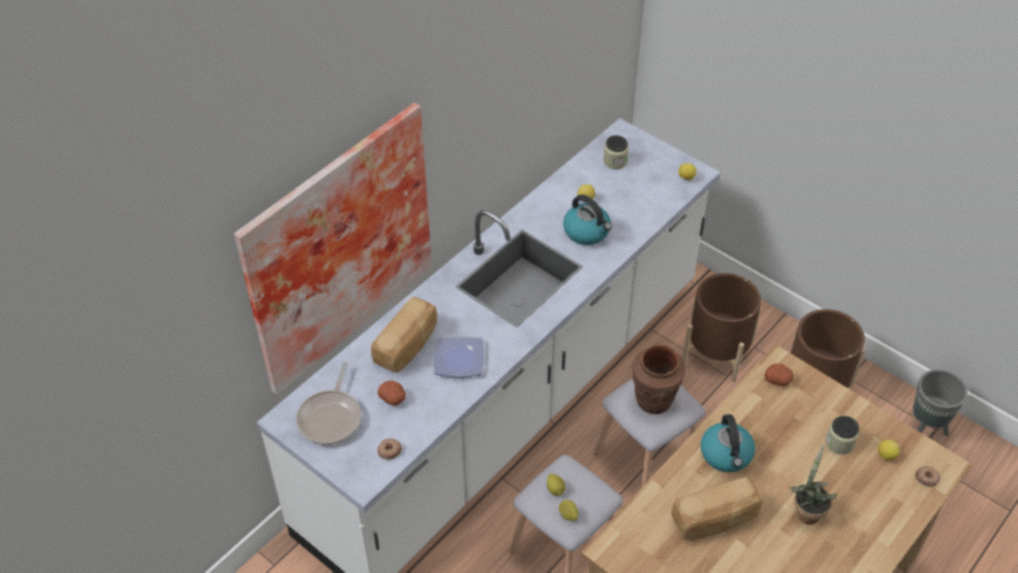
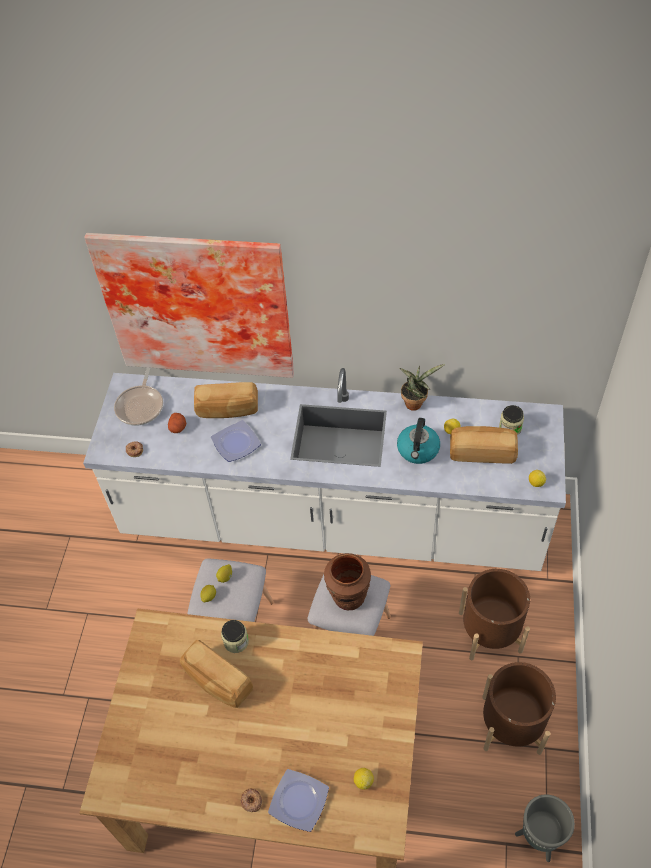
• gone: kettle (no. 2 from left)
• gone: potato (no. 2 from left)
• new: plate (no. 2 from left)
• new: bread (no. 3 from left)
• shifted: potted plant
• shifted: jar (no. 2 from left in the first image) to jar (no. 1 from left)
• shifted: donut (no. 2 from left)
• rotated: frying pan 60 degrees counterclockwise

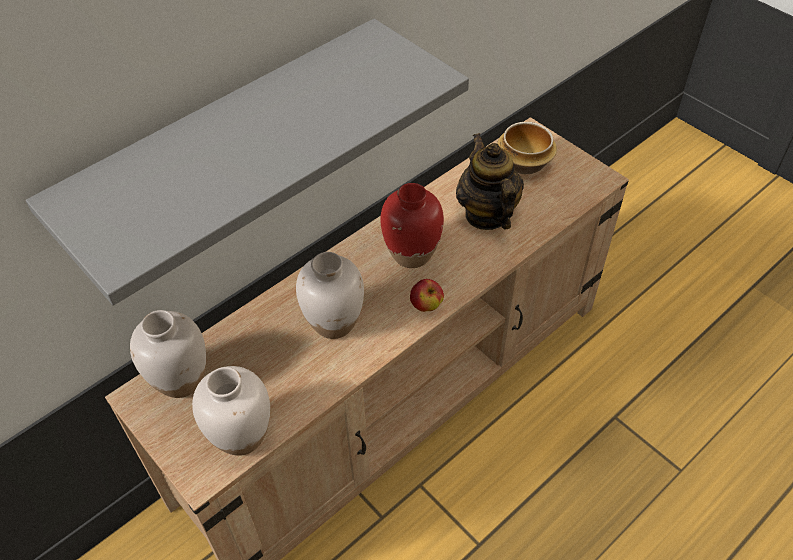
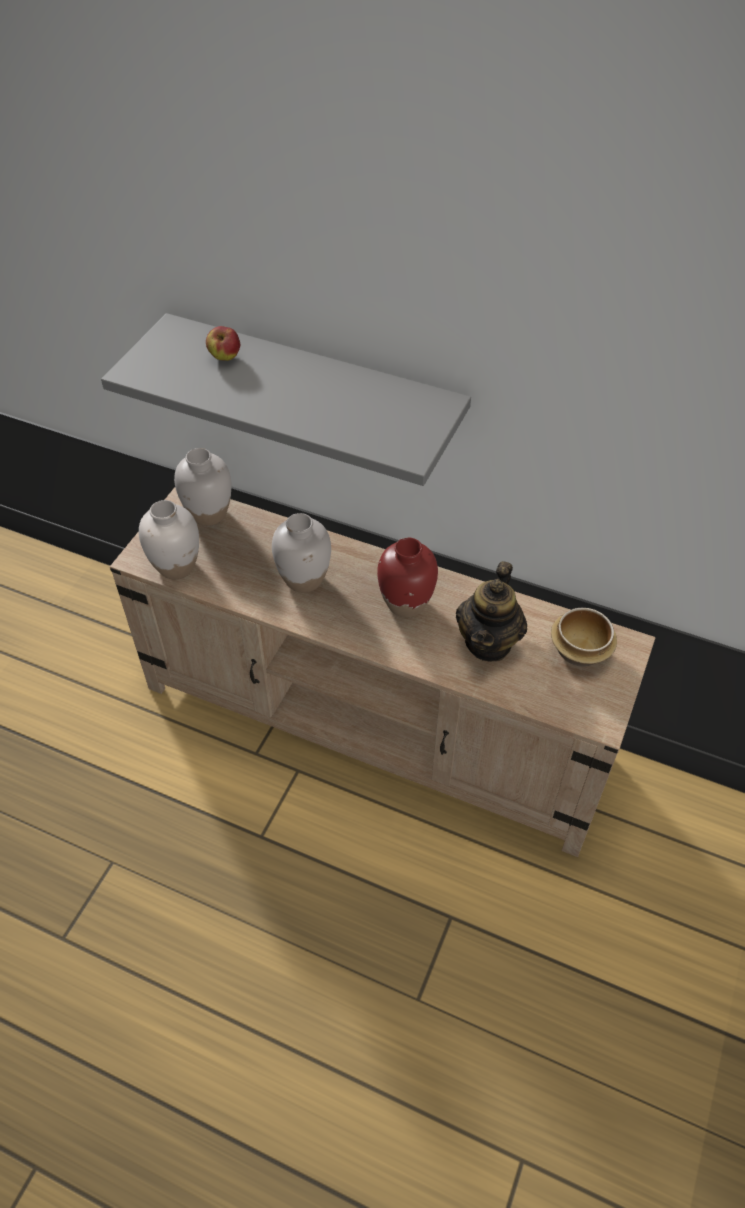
• shifted: apple
• rotated: teapot 150 degrees clockwise

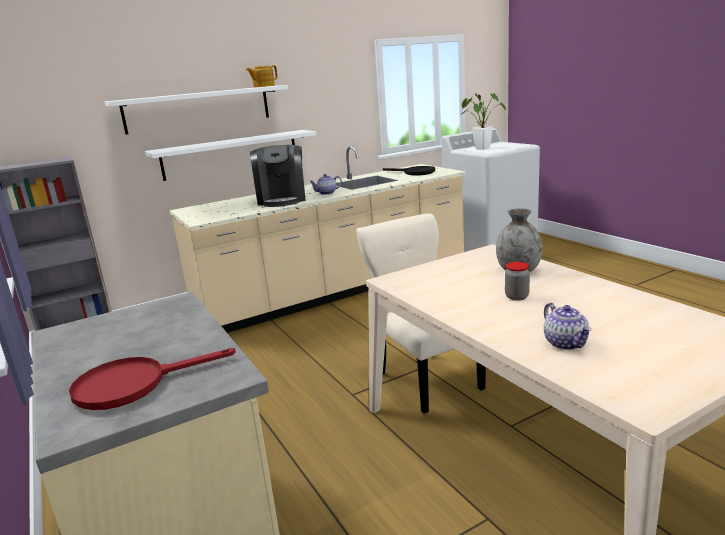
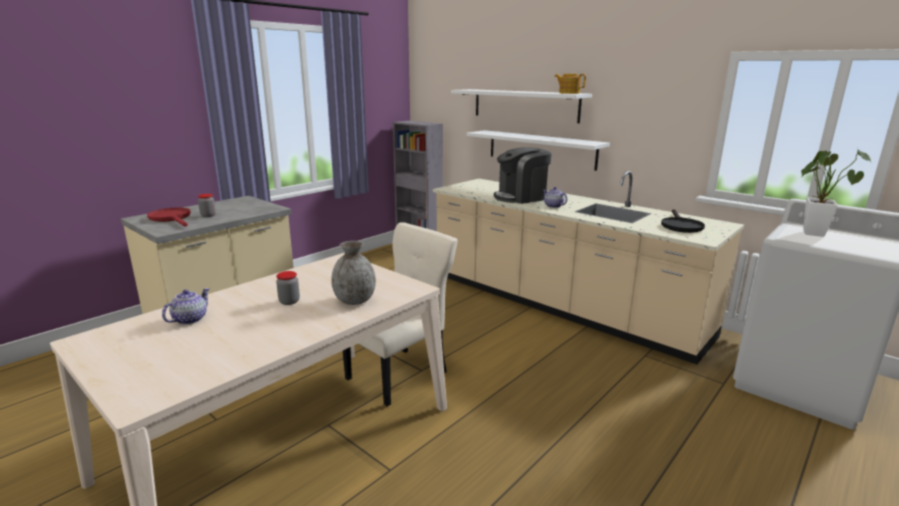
• new: jar (no. 1 from left)
• rotated: teapot (no. 3 from left in the first image) 150 degrees clockwise

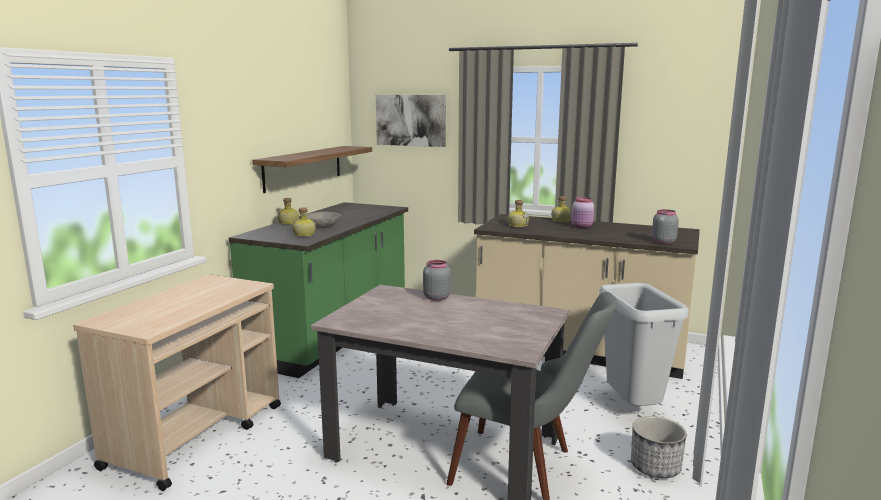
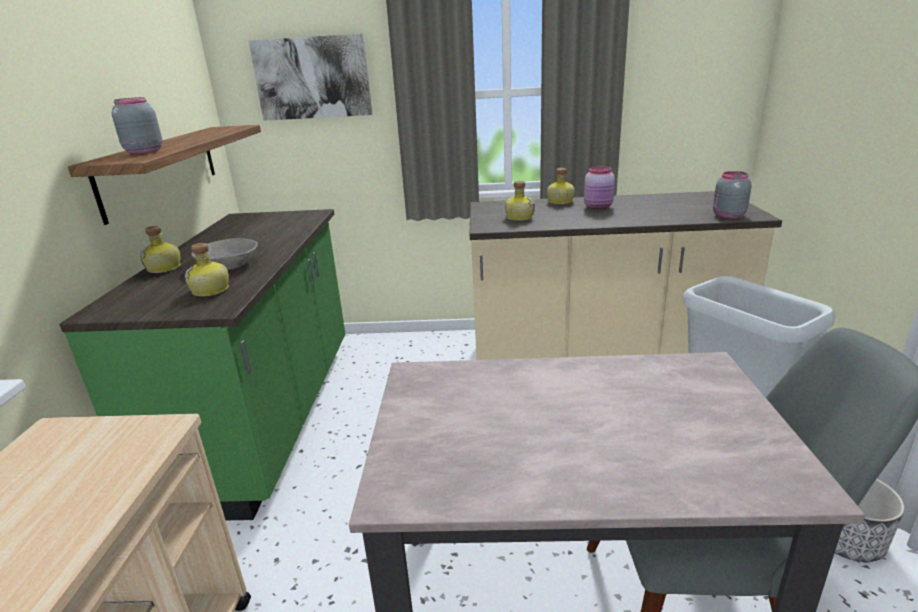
• shifted: jar/grey (no. 1 from left)

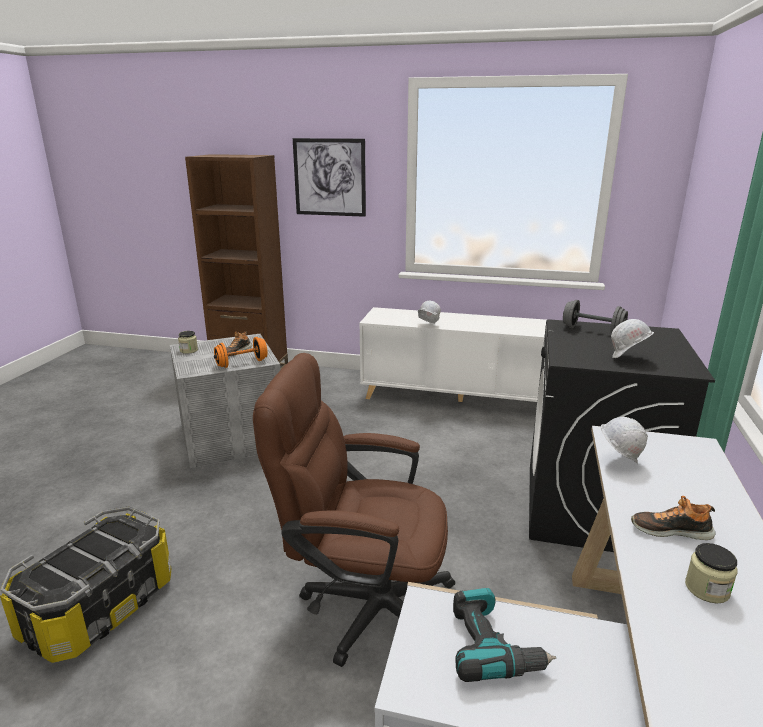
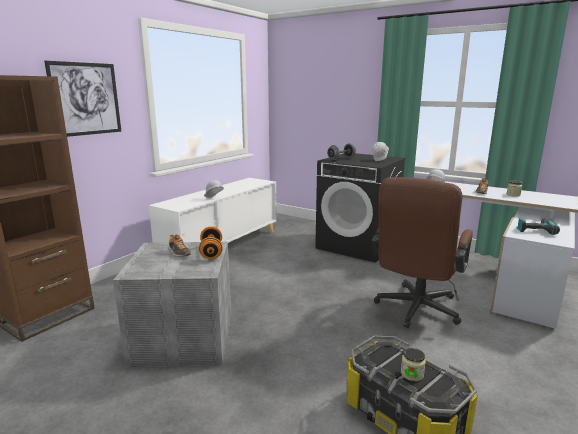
• shifted: jar (no. 1 from left)

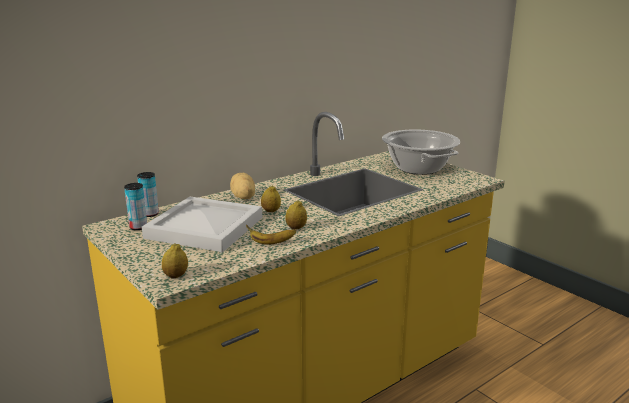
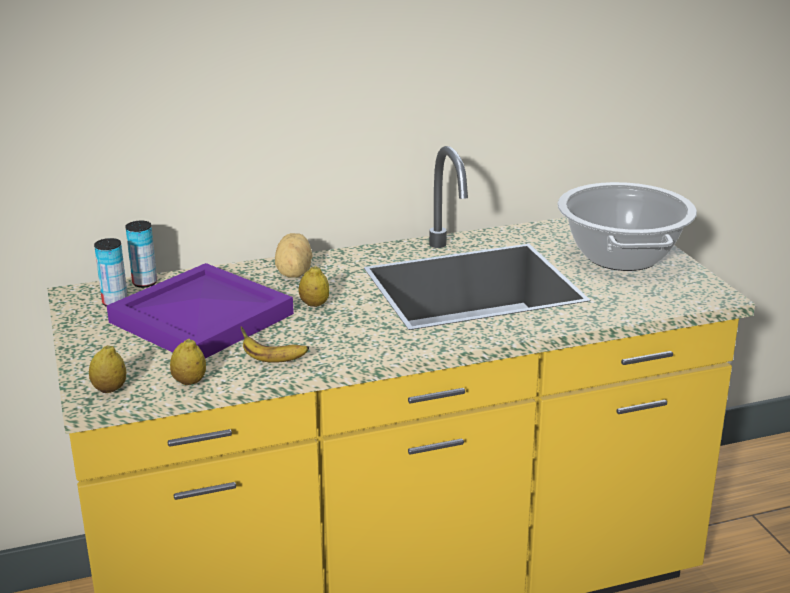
• shifted: lemon (no. 3 from left in the first image) to lemon (no. 2 from left)
• repainted: tray/white to tray/purple

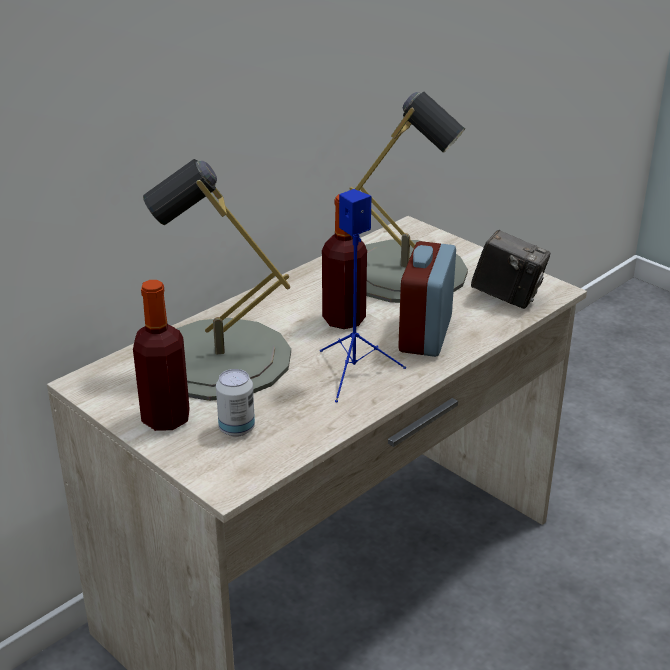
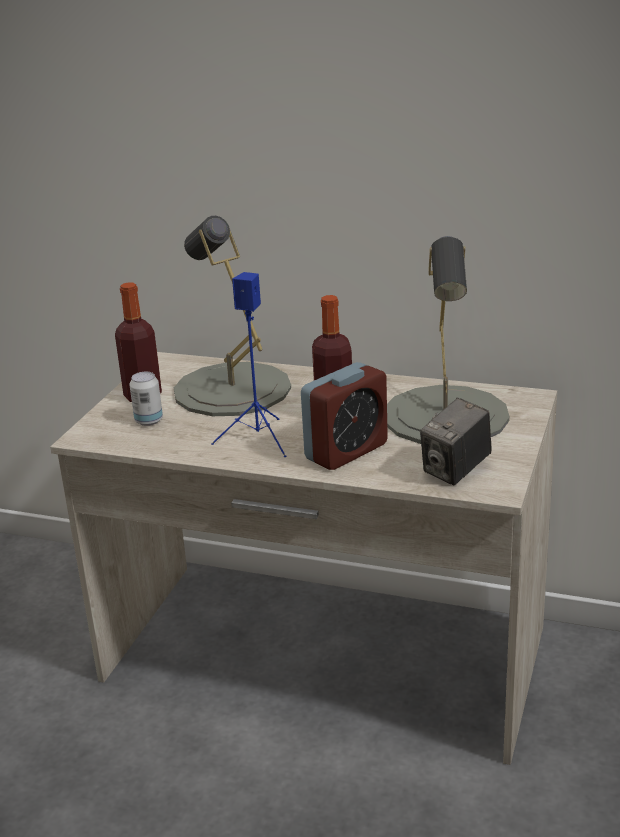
• rotated: alarm clock 150 degrees clockwise
• rotated: photo camera 45 degrees clockwise

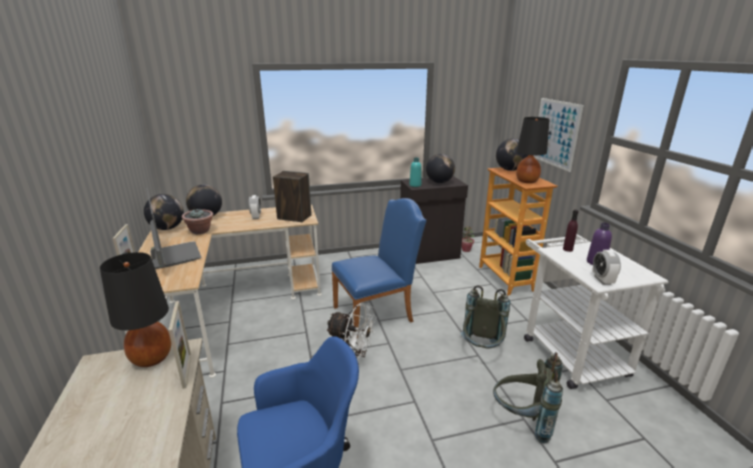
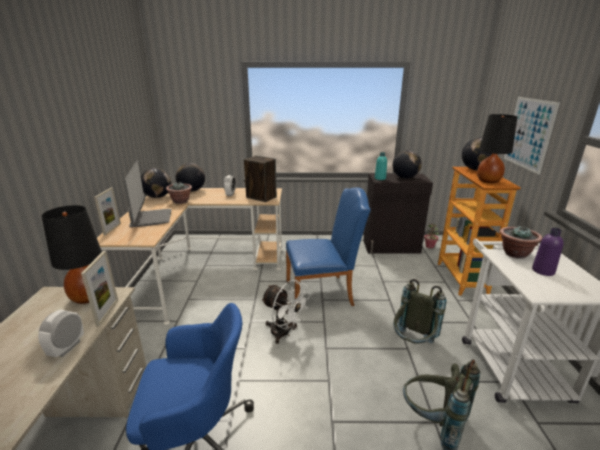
• shifted: alarm clock (no. 2 from left in the first image) to alarm clock (no. 1 from left)
• swapped: bottle/purple (no. 1 from left) to potted plant (no. 3 from left)

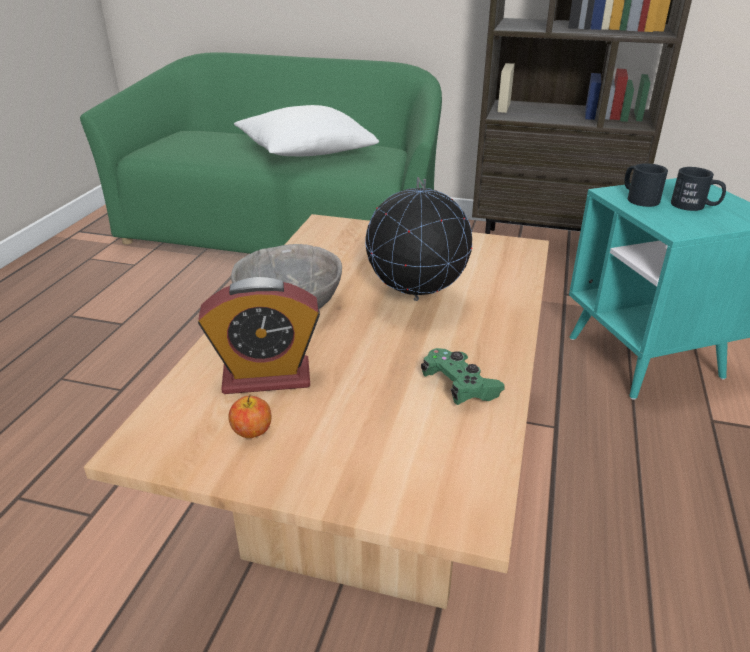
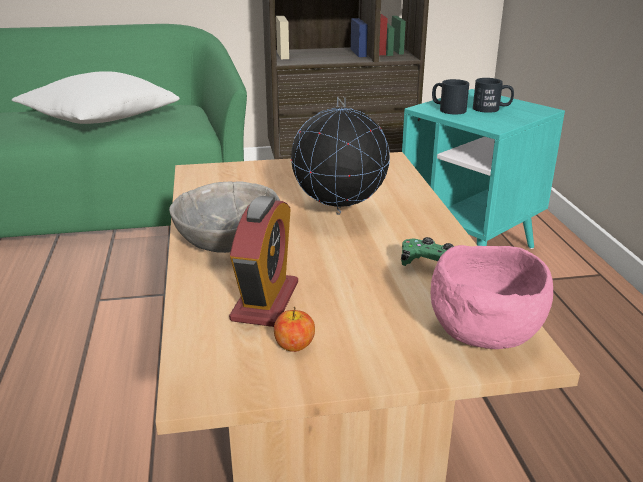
• new: bowl/pink
• rotated: alarm clock 45 degrees counterclockwise

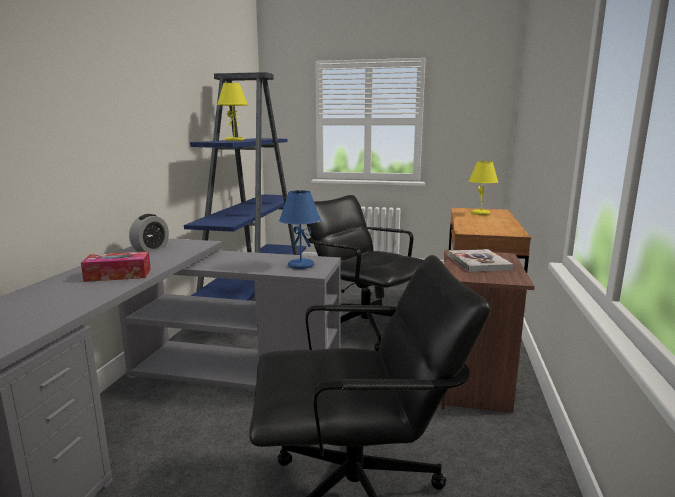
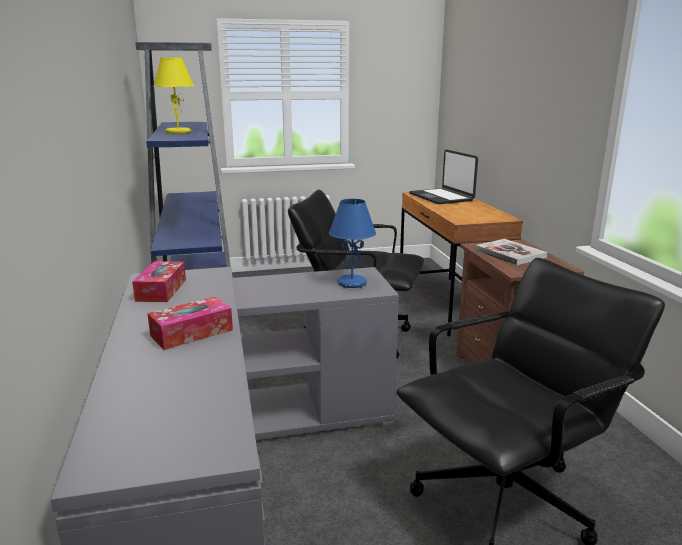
• swapped: alarm clock to tissue box (no. 1 from left)
• swapped: table lamp/yellow (no. 2 from left) to laptop

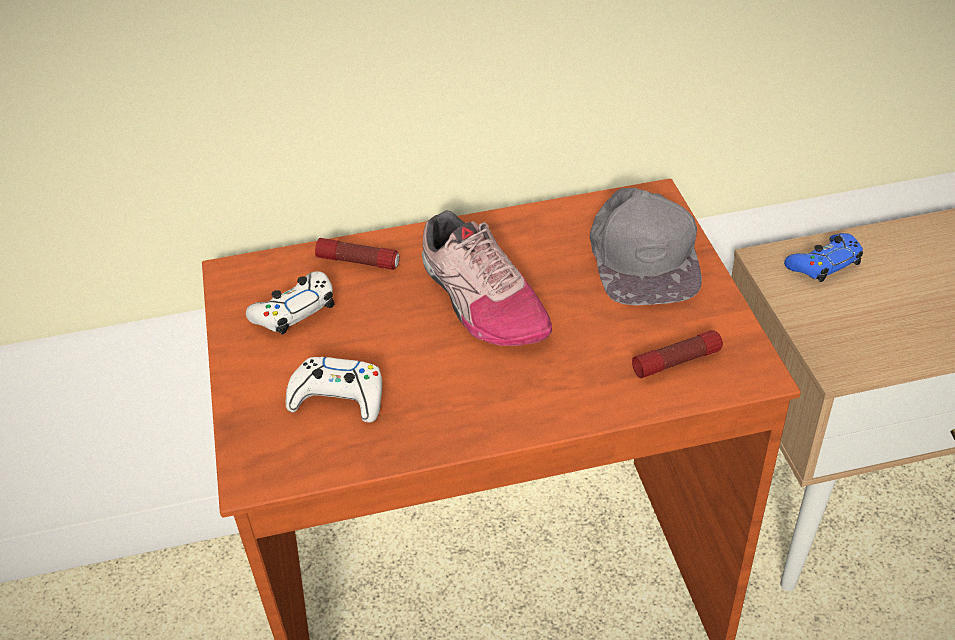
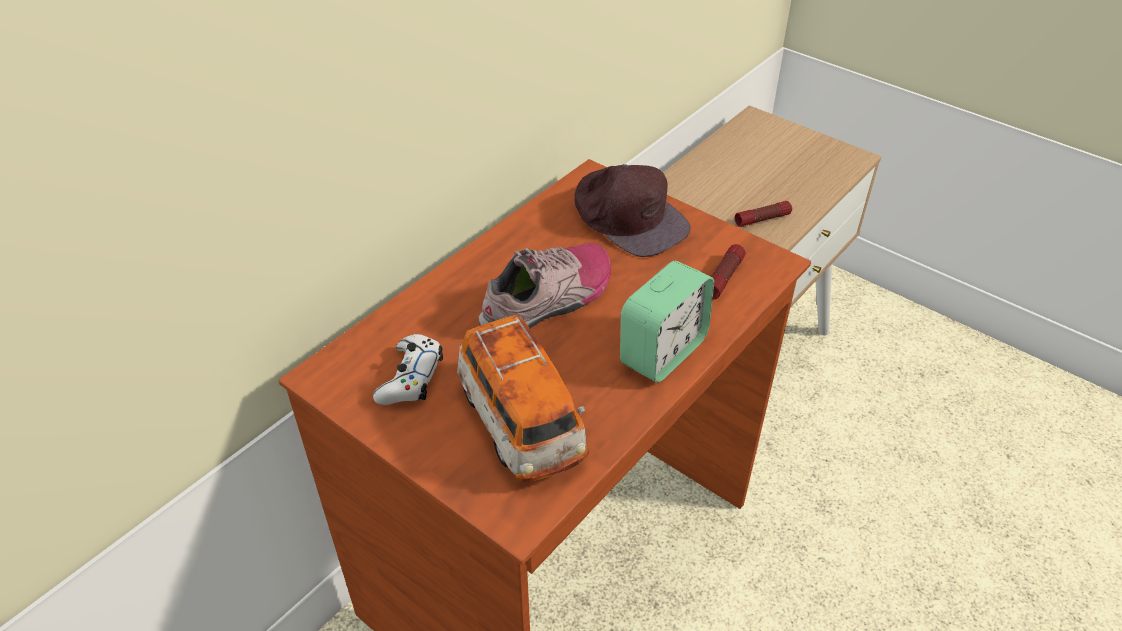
• gone: game controller/blue
• new: alarm clock
• shifted: flashlight (no. 1 from left in the first image) to flashlight (no. 2 from left)
• swapped: game controller/white (no. 2 from left) to toy car
• repainted: cap/grey to cap/brown
• rotated: shoe 60 degrees counterclockwise

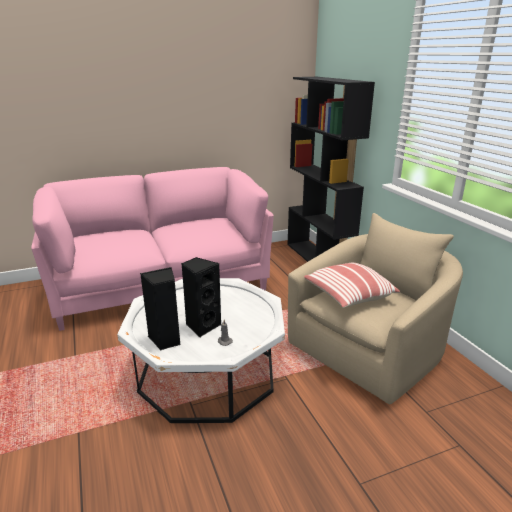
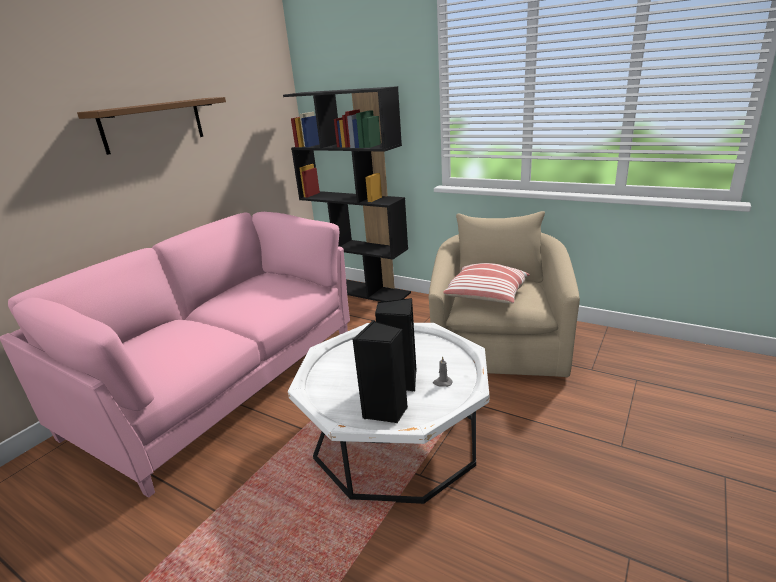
• new: shelf/brown

